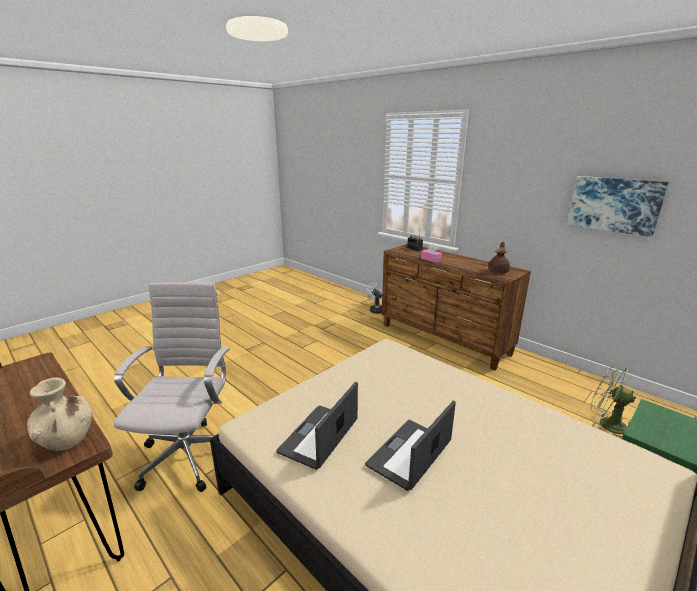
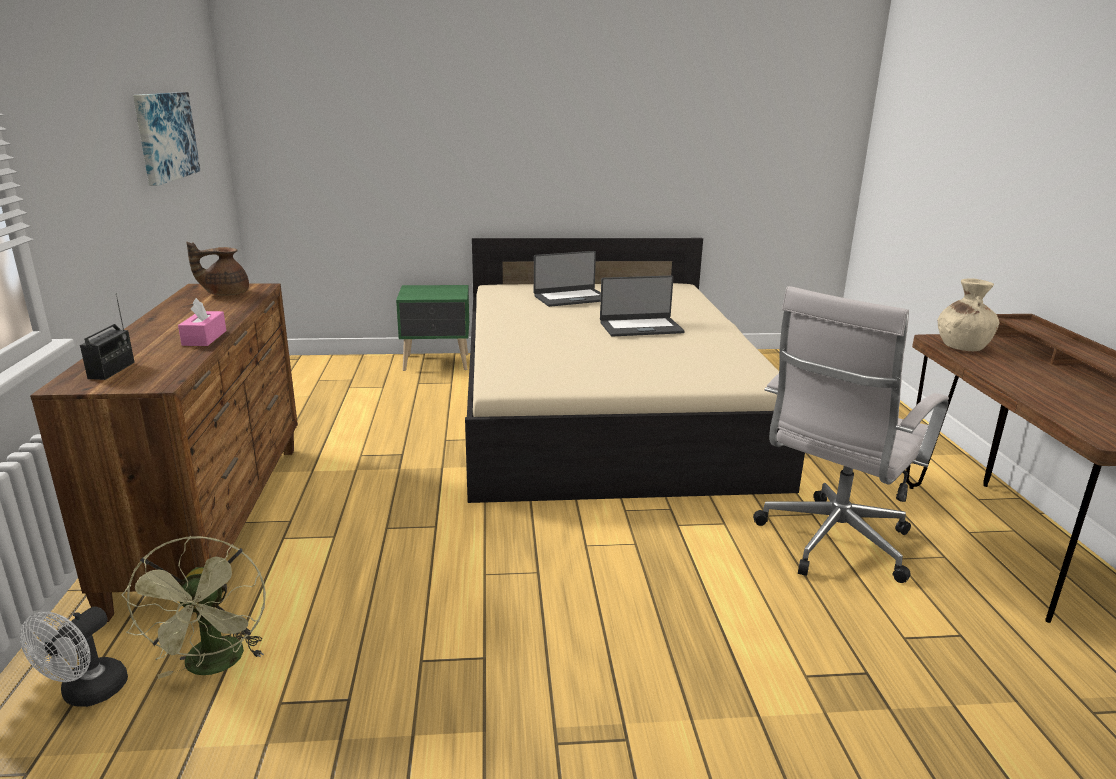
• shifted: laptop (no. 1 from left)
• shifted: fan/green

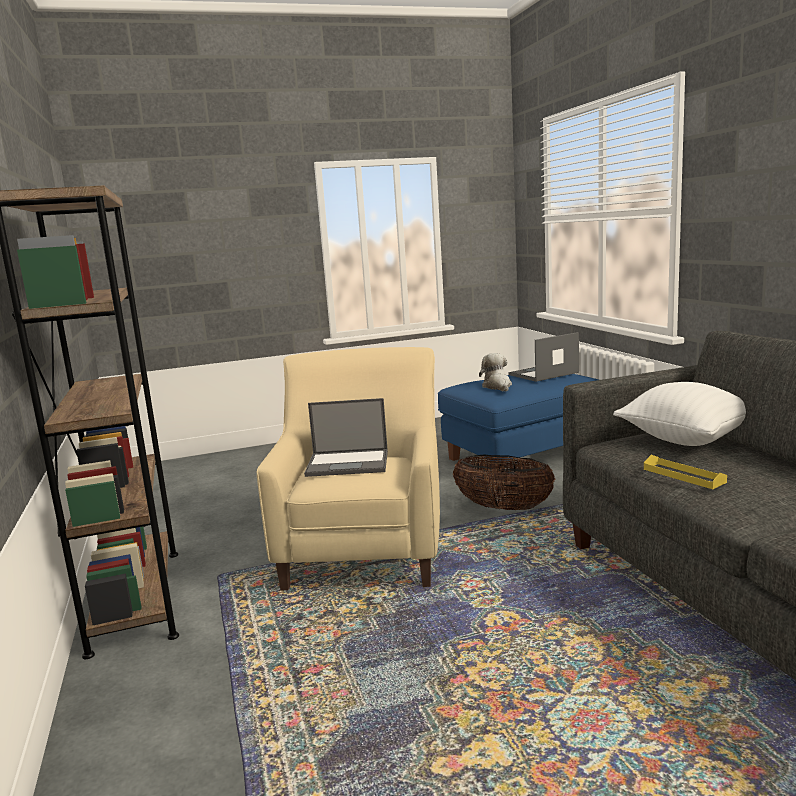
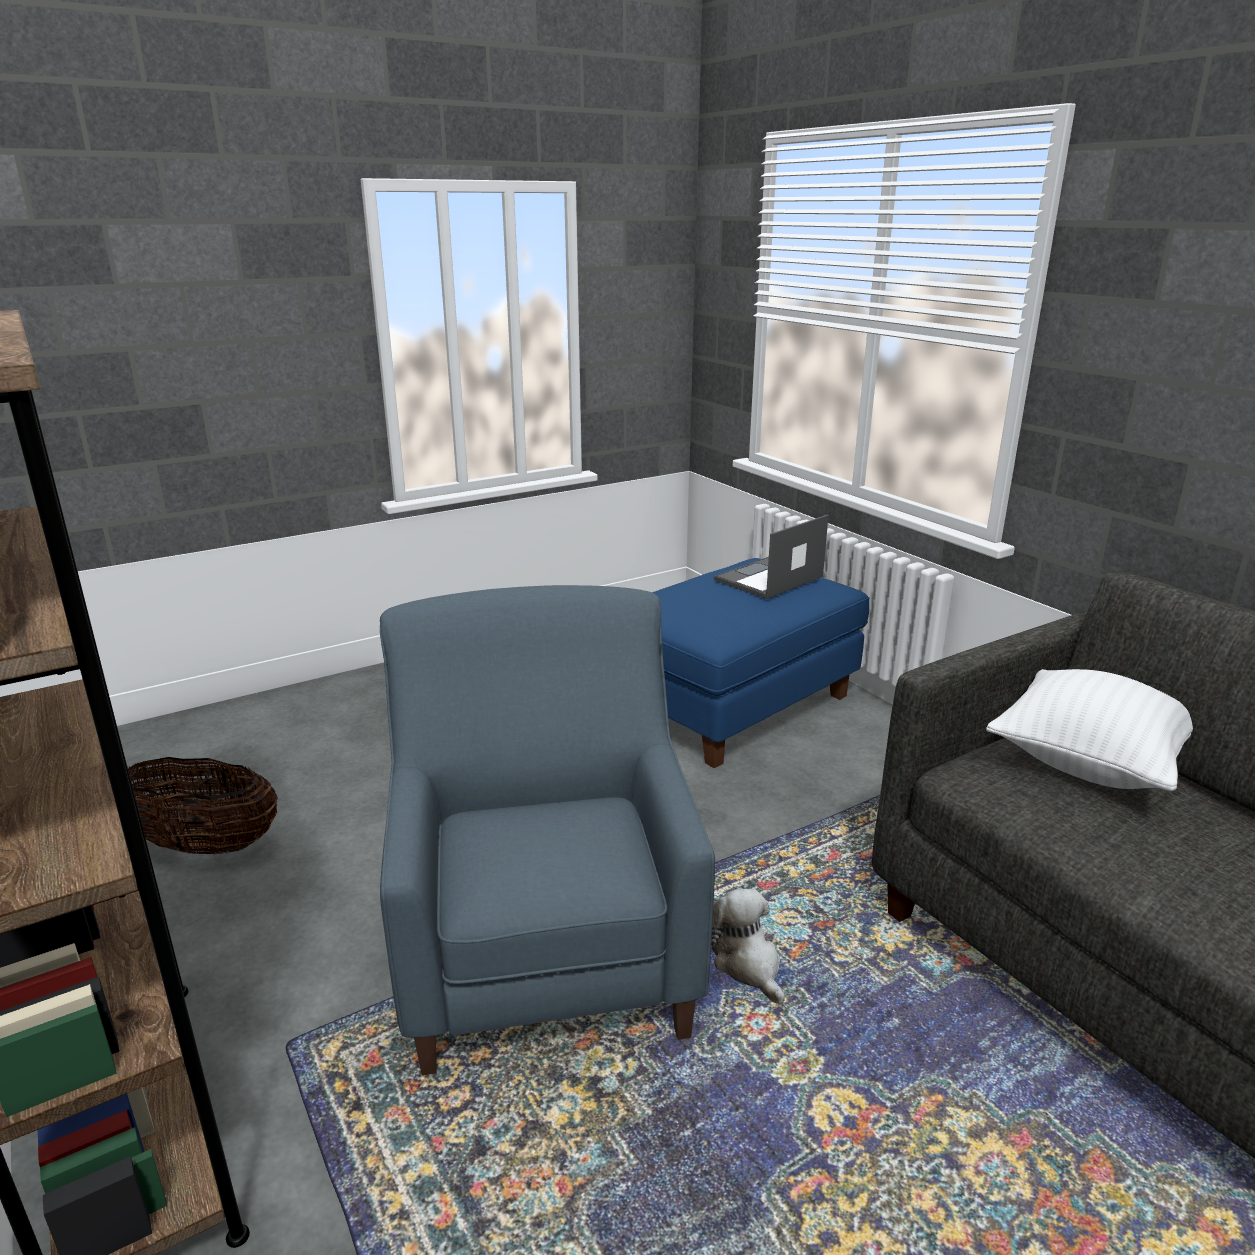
• gone: laptop (no. 1 from left)
• gone: tray/yellow
• shifted: basket
• shifted: plush toy
• repainted: armchair/beige to armchair/blue

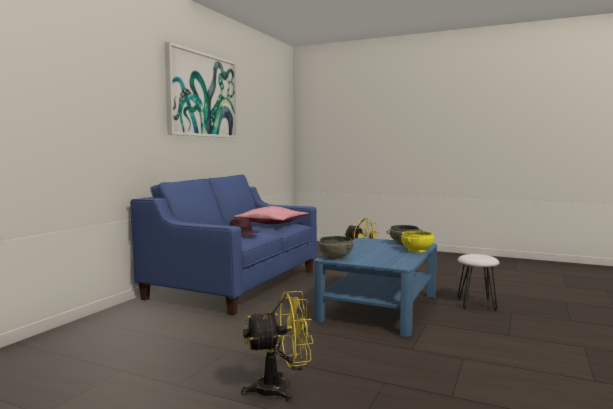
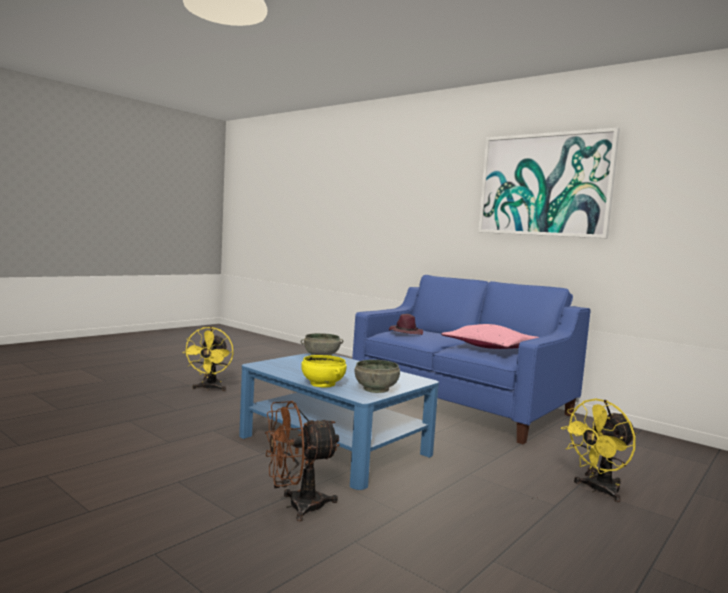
• swapped: stool/white to fan/brown

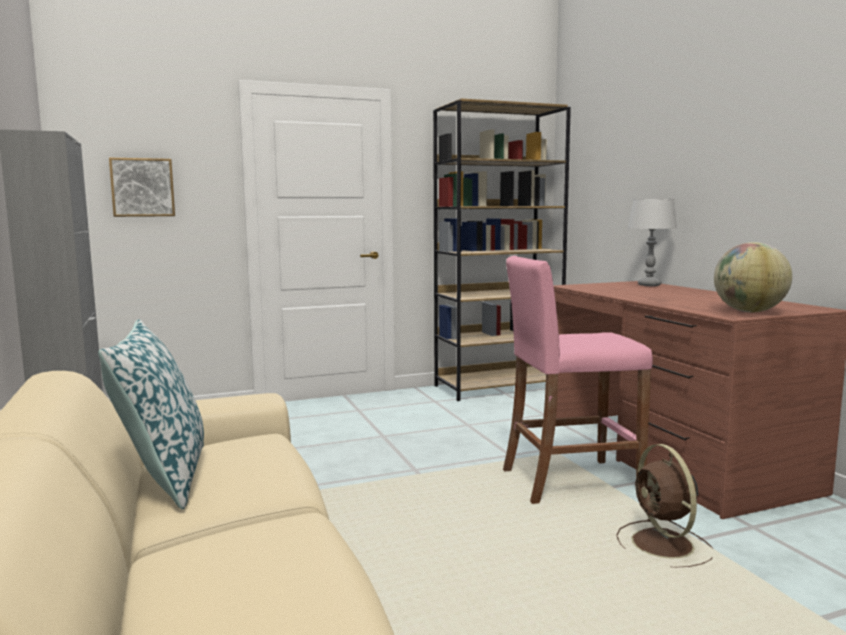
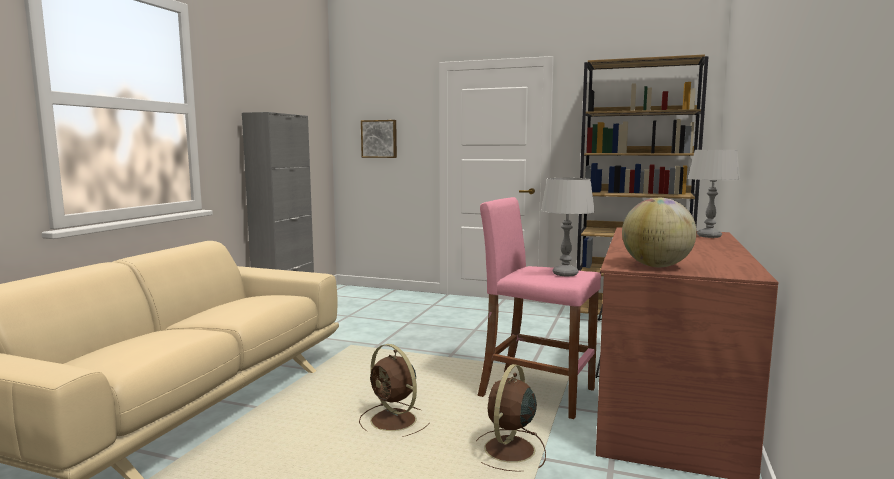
• gone: pillow
• new: fan/brown (no. 1 from left)
• new: table lamp/grey (no. 1 from left)

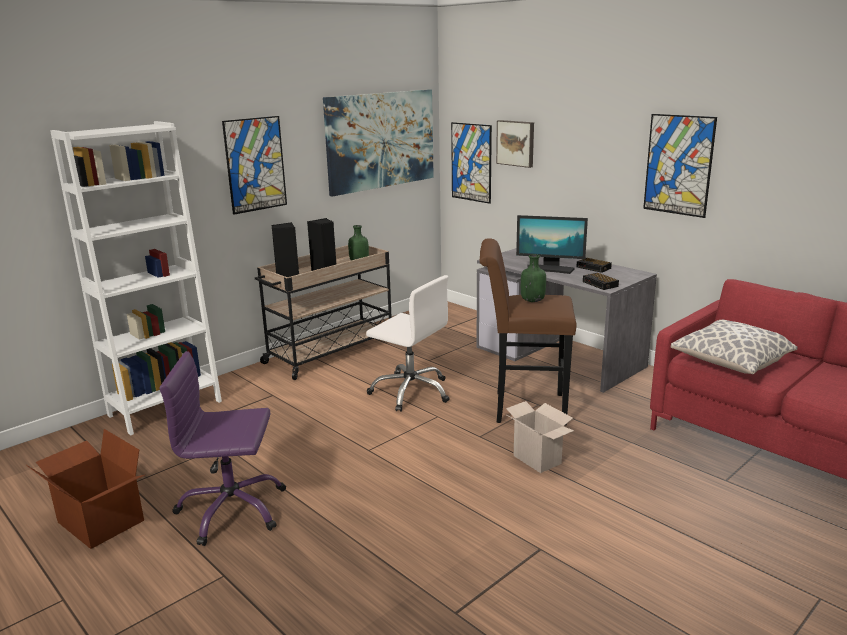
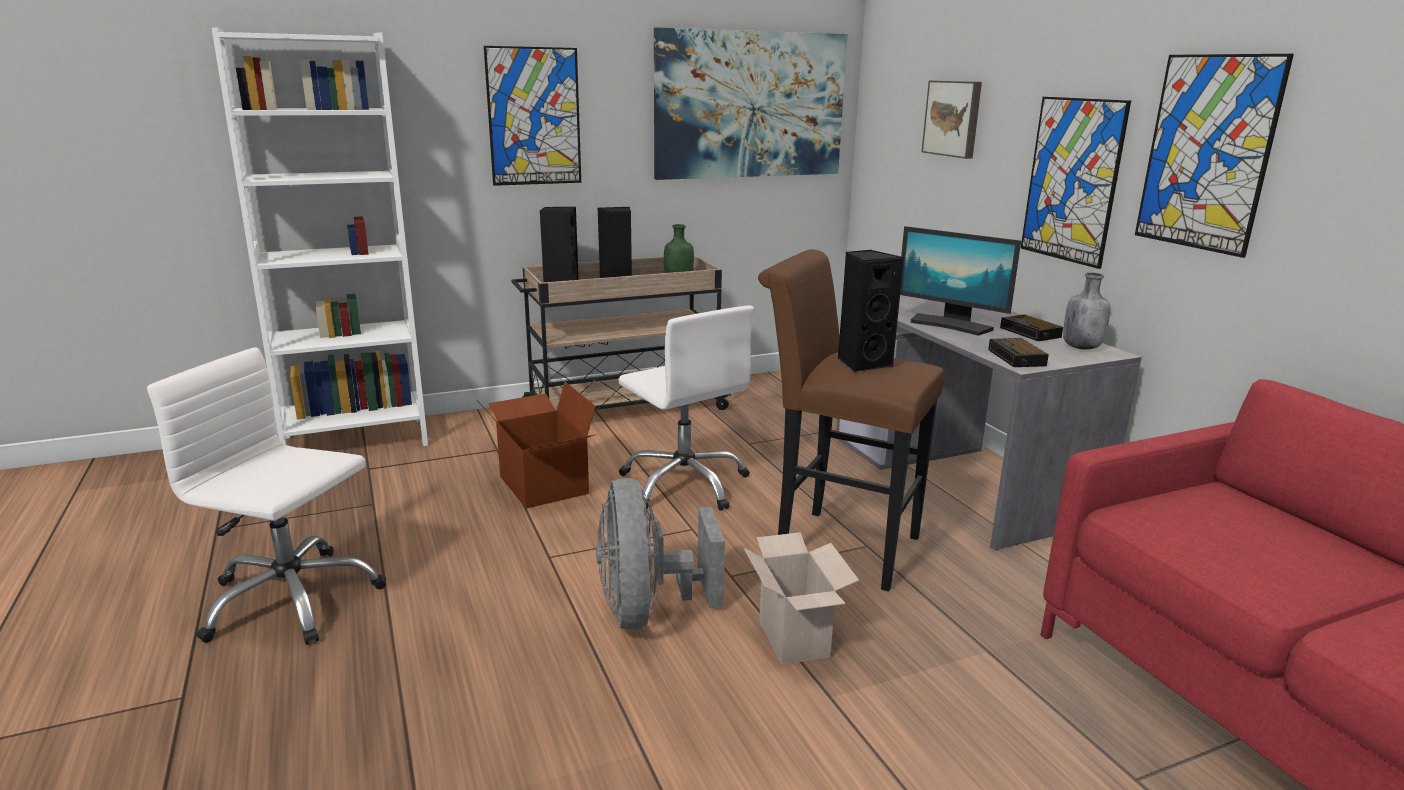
• gone: pillow
• new: fan/grey
• new: bottle/grey
• shifted: cardboard box (no. 1 from left)
• shifted: picture (no. 3 from left in the first image) to picture (no. 4 from left)
• swapped: bottle/green (no. 2 from left) to speaker/black (no. 3 from left)
• repainted: office chair/purple to office chair/white (no. 1 from left)

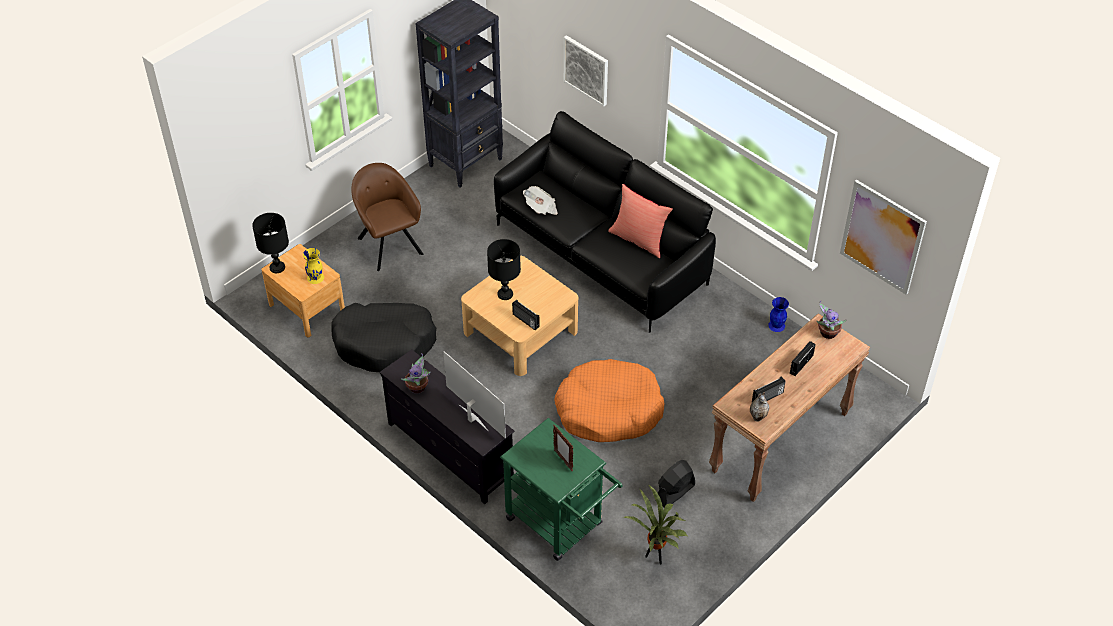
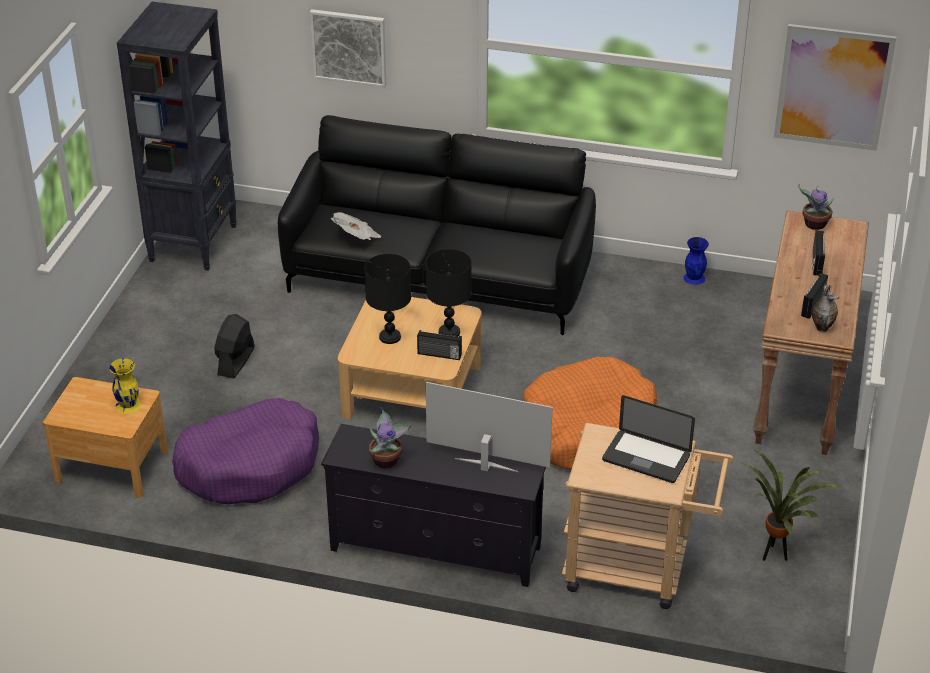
• gone: armchair/brown
• gone: pillow/red
• shifted: table lamp/black (no. 1 from left in the first image) to table lamp/black (no. 2 from left)
• shifted: fan/black
• swapped: picture frame to laptop
• repainted: dog bed/black to dog bed/purple
• repainted: cart/green to cart/beige

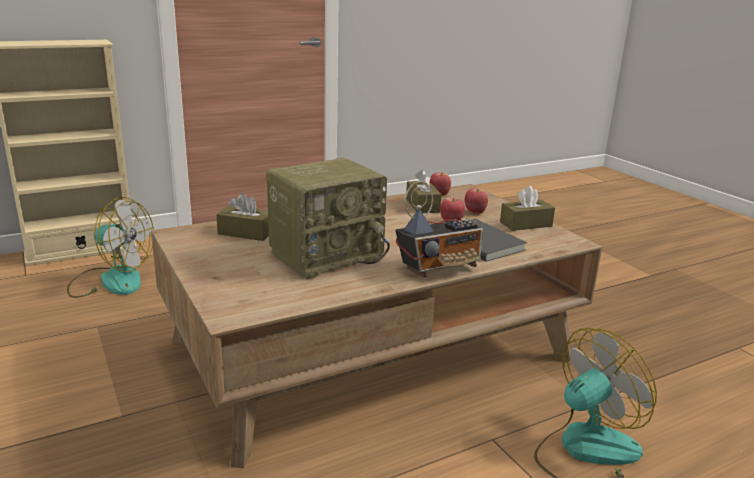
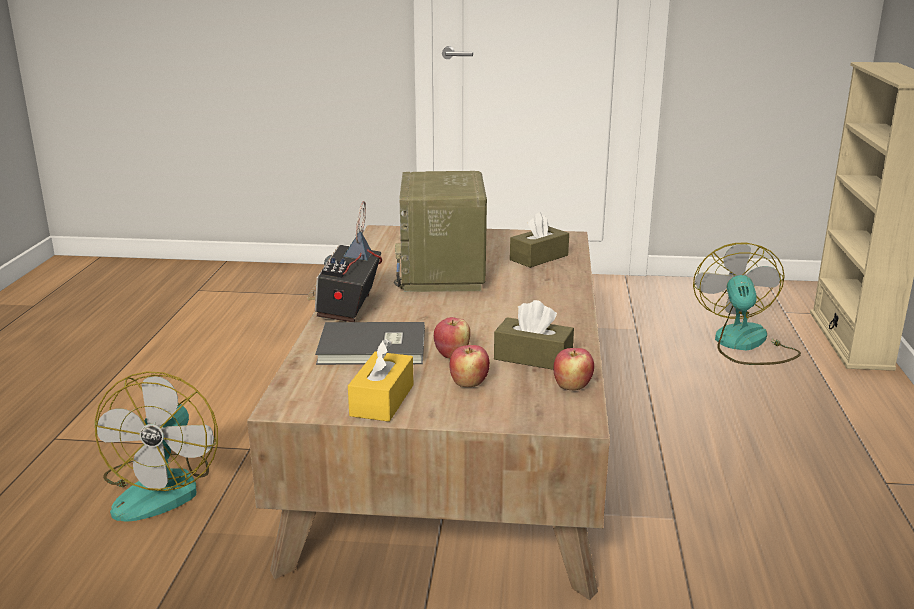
• repainted: tissue box/brown (no. 3 from left) to tissue box/yellow
• rotated: fan (no. 1 from left in the first image) 135 degrees clockwise

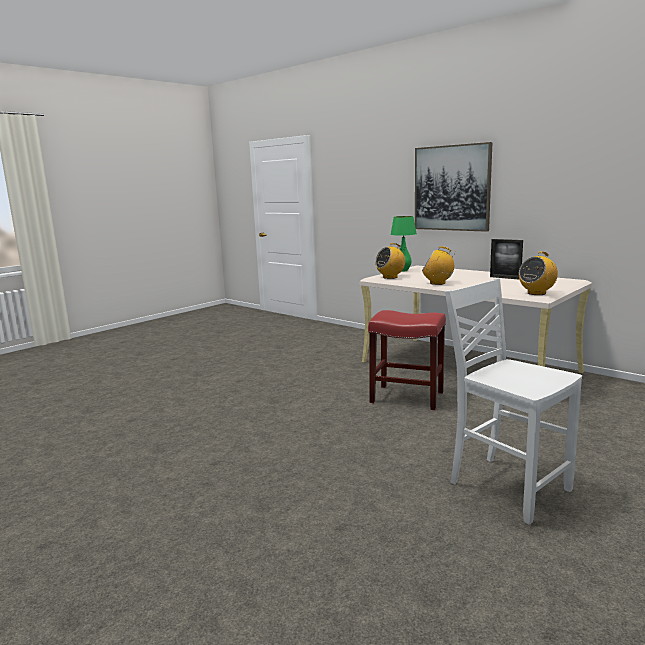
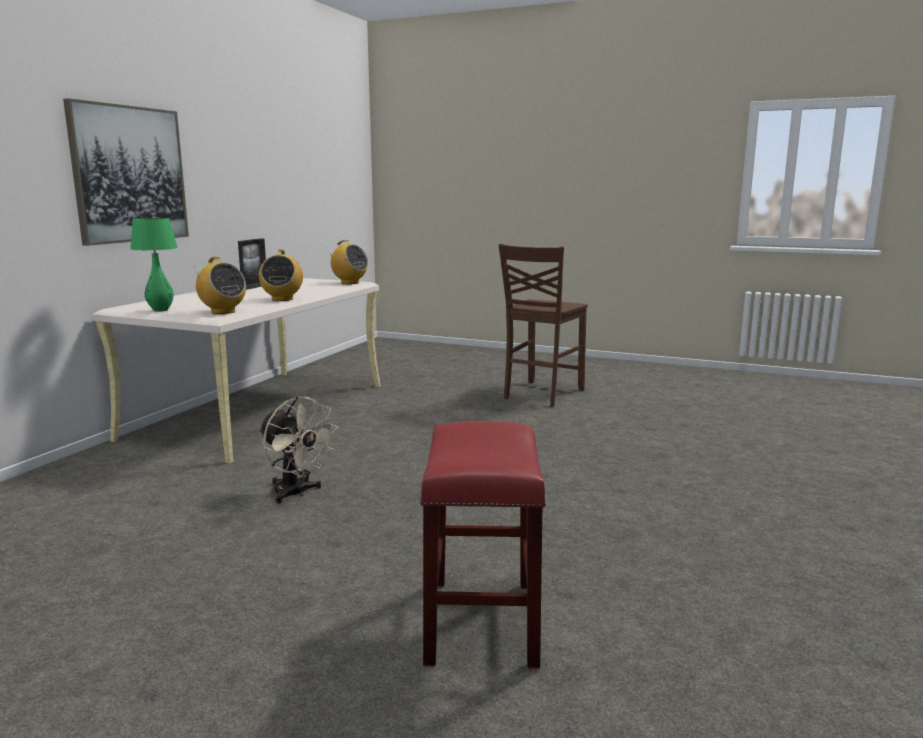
• new: fan/beige
• shifted: stool/red
• repainted: chair/white to chair/brown

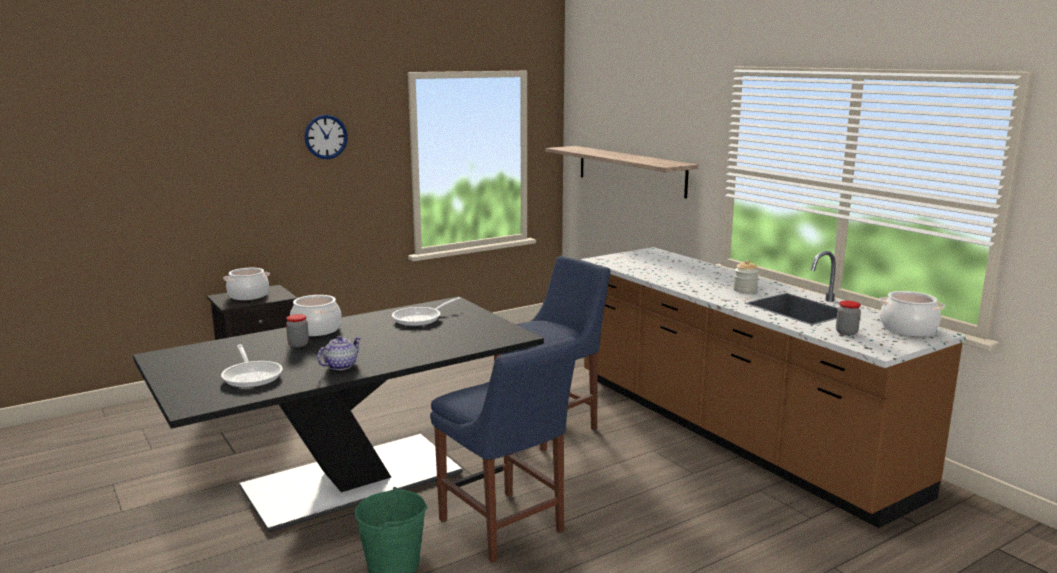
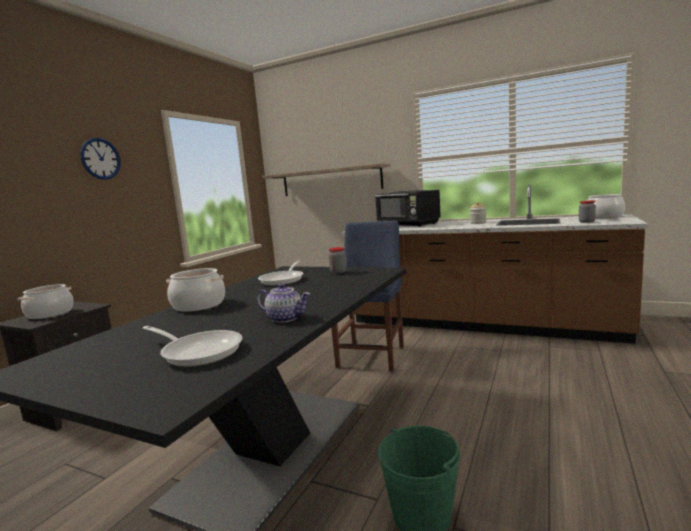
• gone: chair/blue (no. 1 from left)
• new: microwave/black
• shifted: jar (no. 1 from left)
• rotated: teapot 105 degrees clockwise

